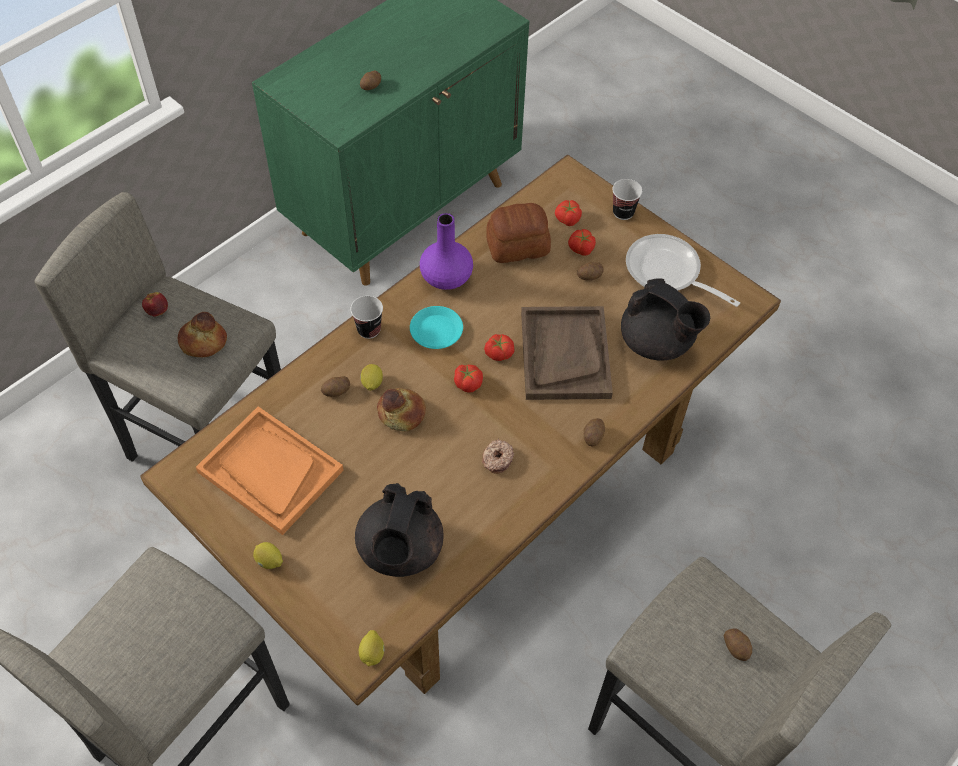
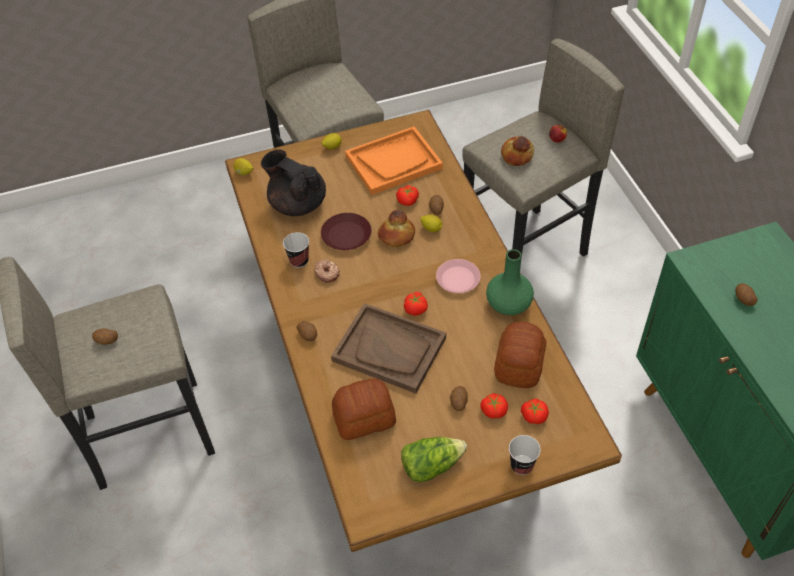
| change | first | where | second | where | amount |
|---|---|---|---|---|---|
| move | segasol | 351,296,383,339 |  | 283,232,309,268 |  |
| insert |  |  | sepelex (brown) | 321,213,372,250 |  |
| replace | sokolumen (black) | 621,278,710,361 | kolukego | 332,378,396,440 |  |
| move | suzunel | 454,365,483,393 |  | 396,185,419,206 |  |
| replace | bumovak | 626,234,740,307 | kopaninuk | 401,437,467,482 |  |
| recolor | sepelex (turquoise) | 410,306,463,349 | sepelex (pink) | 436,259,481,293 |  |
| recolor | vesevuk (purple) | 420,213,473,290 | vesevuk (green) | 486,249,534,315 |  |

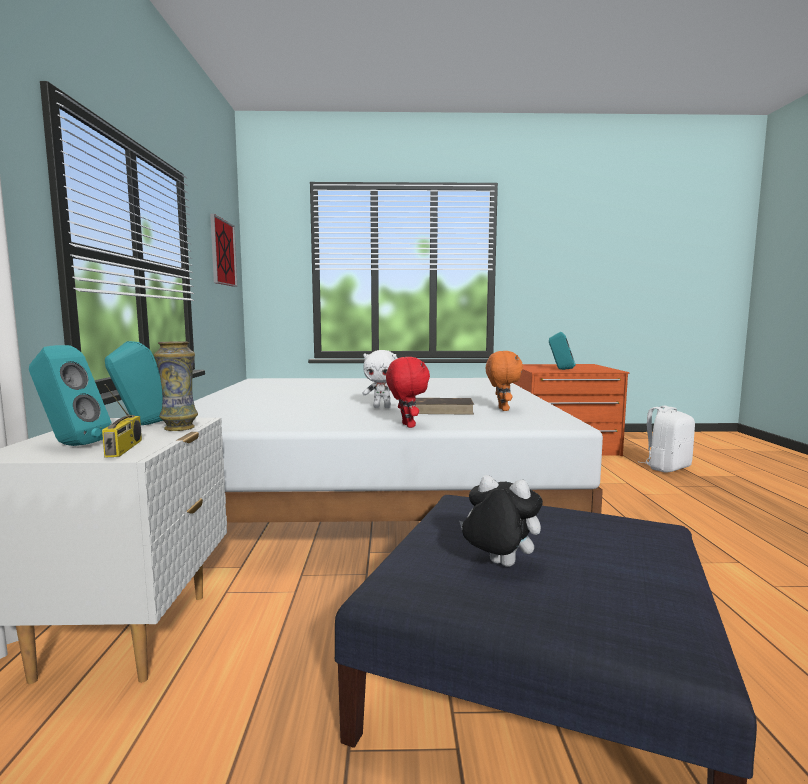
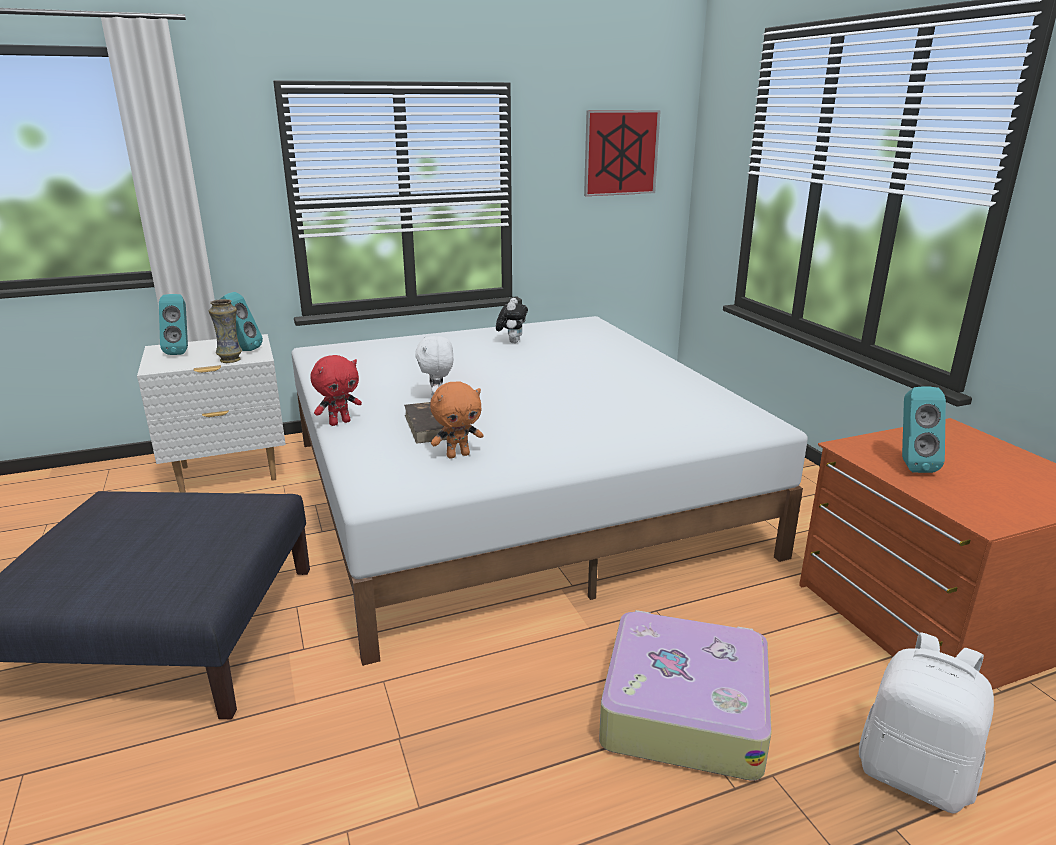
| change | first | where | second | where | amount |
|---|---|---|---|---|---|
| move | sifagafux | 459,475,543,567 |  | 496,298,528,343 |  |
| insert |  |  | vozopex | 599,610,772,781 |  |
| delete | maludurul | 102,384,142,458 |  |  |  |

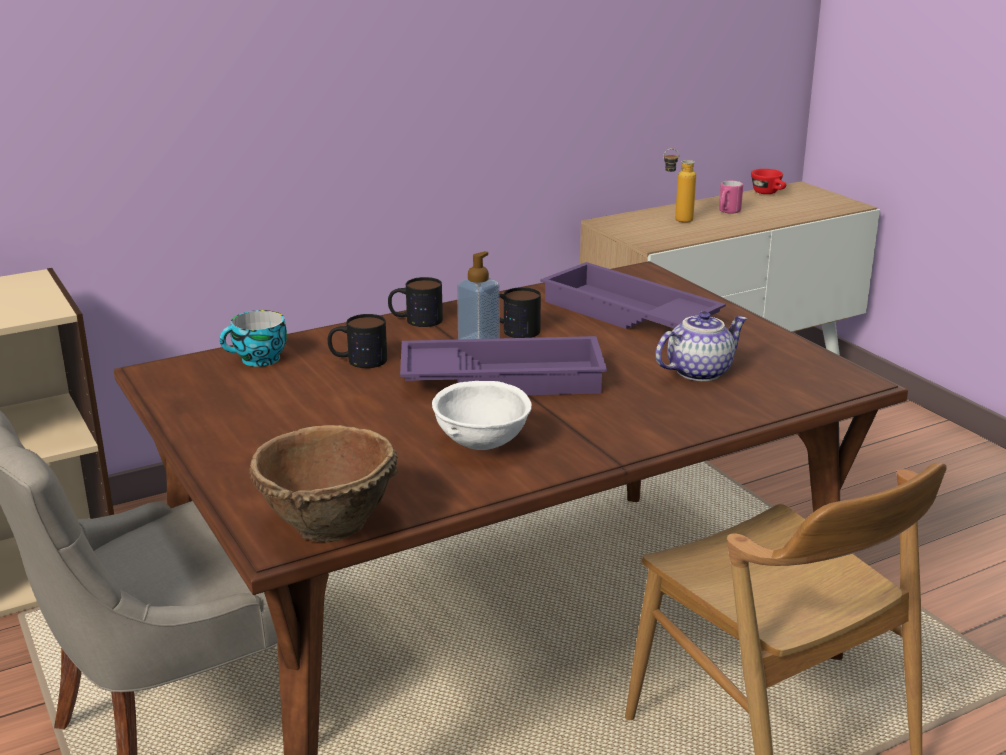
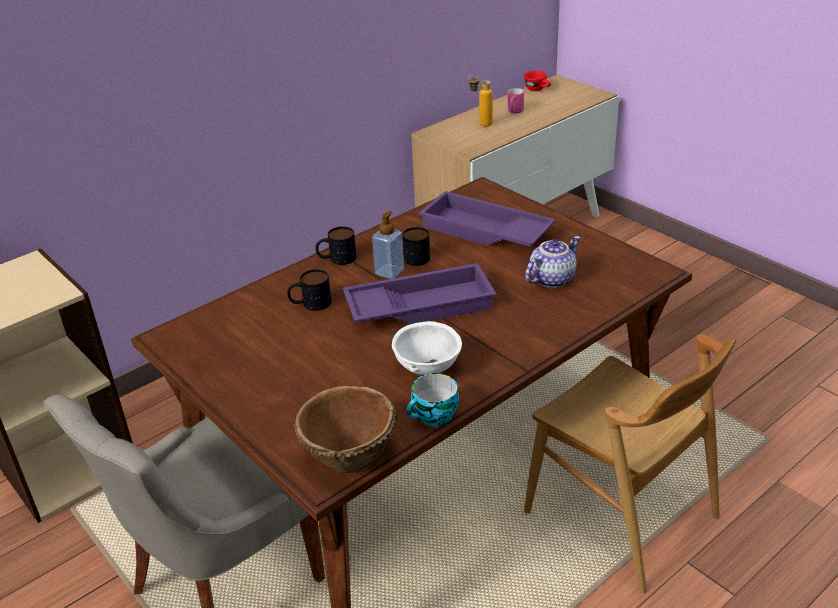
| change | first | where | second | where | amount |
|---|---|---|---|---|---|
| move | segasol | 220,310,287,367 |  | 406,373,459,427 |  |

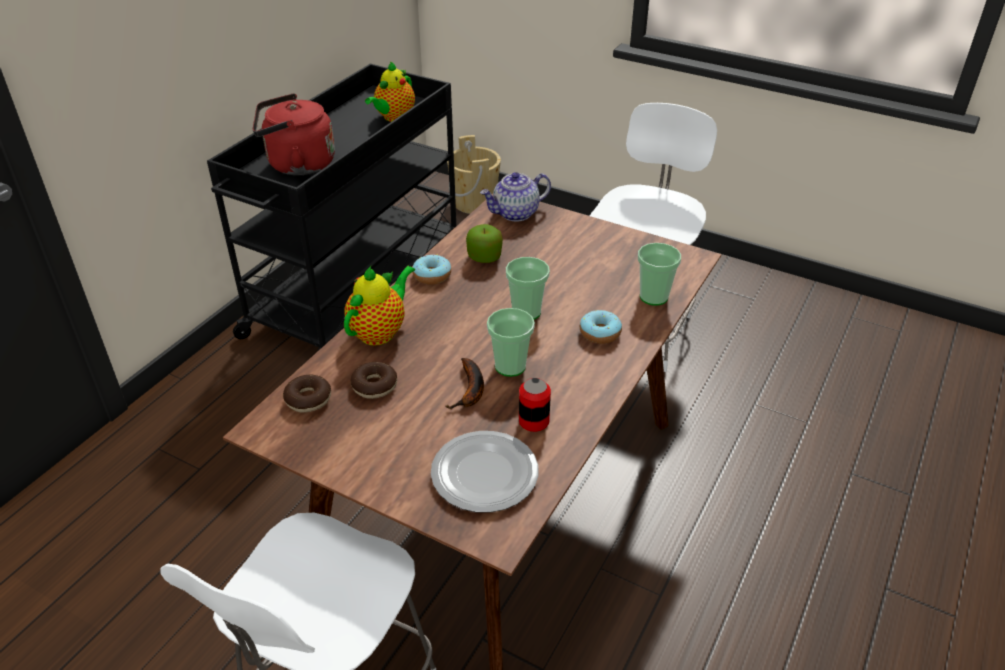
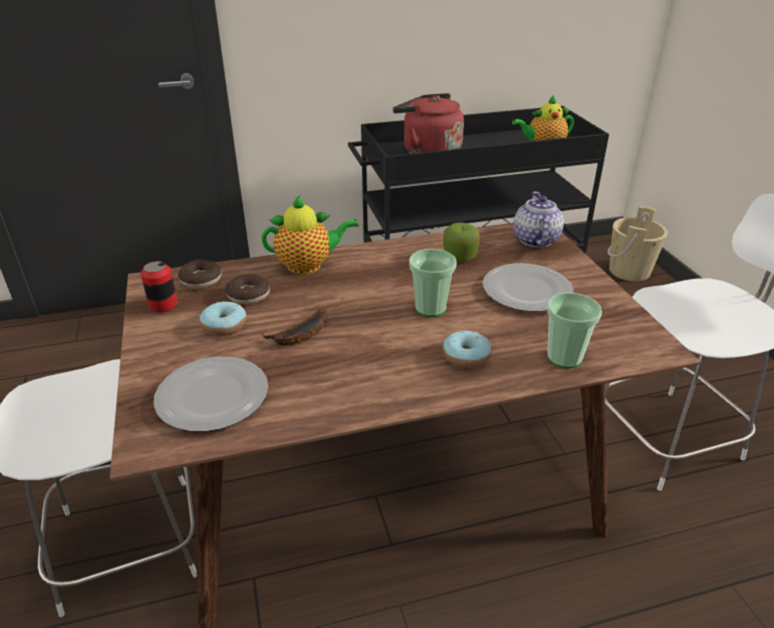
| change | first | where | second | where | amount |
|---|---|---|---|---|---|
| move | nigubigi | 519,378,551,432 |  | 141,261,178,312 |  |
| move | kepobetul | 413,255,451,285 |  | 200,301,246,336 |  |
| insert |  |  | sepelex | 482,263,574,312 |  |
| rotate | sokolumen | 480,172,551,222 |  | 514,192,564,248 | 75 degrees clockwise |
| delete | segasol | 487,308,535,377 |  |  |  |

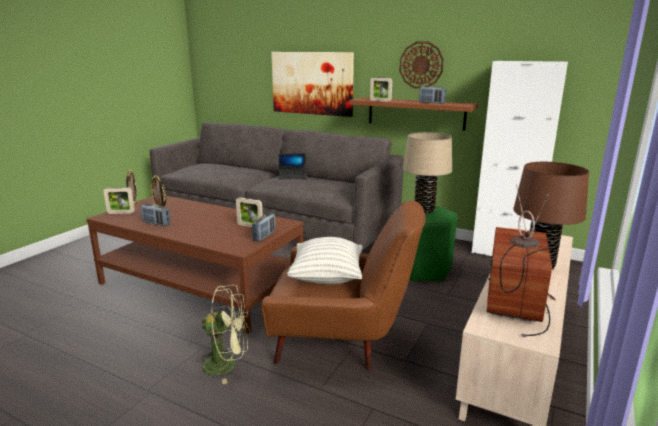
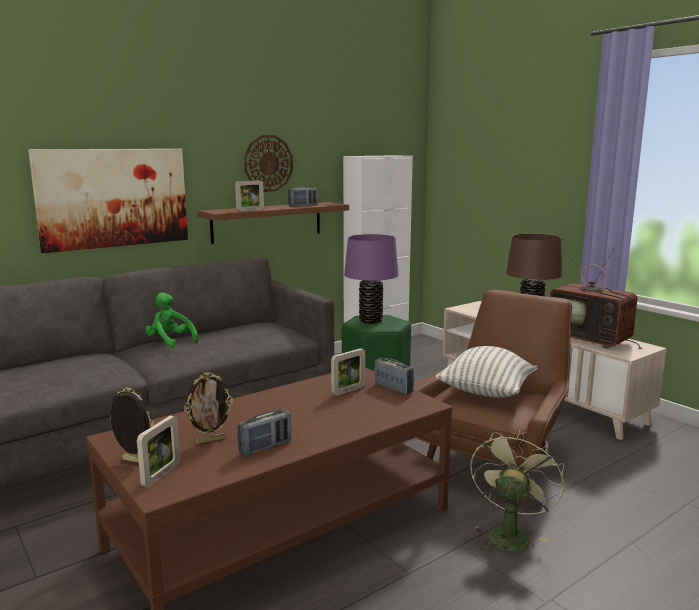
| change | first | where | second | where | amount |
|---|---|---|---|---|---|
| replace | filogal | 279,153,307,179 | sifagafux (green) | 145,292,198,348 |  |
| recolor | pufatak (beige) | 403,132,452,213 | pufatak (purple) | 344,234,398,324 |  |

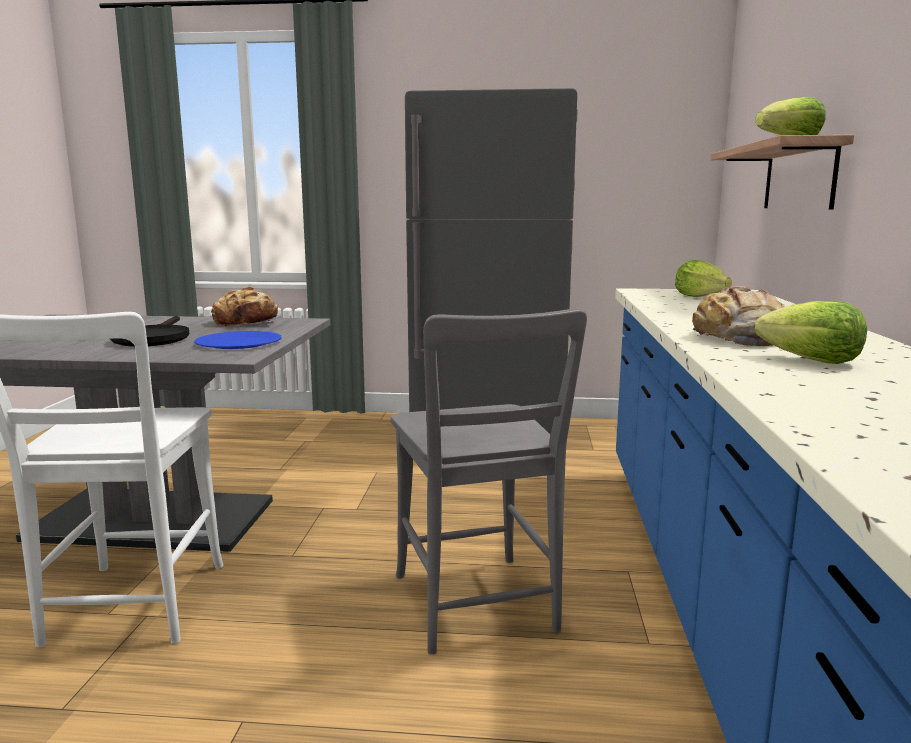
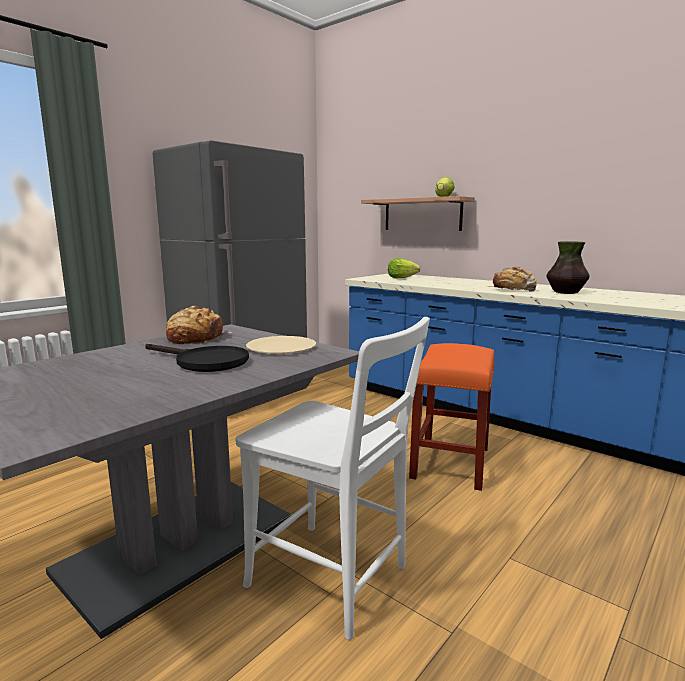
| change | first | where | second | where | amount |
|---|---|---|---|---|---|
| recolor | sepelex (blue) | 194,331,282,349 | sepelex (beige) | 246,336,316,354 |  |
| replace | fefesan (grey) | 391,309,587,655 | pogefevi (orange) | 409,343,495,491 |  |
| replace | kopaninuk | 755,301,867,364 | vesevuk | 547,241,590,294 |  |

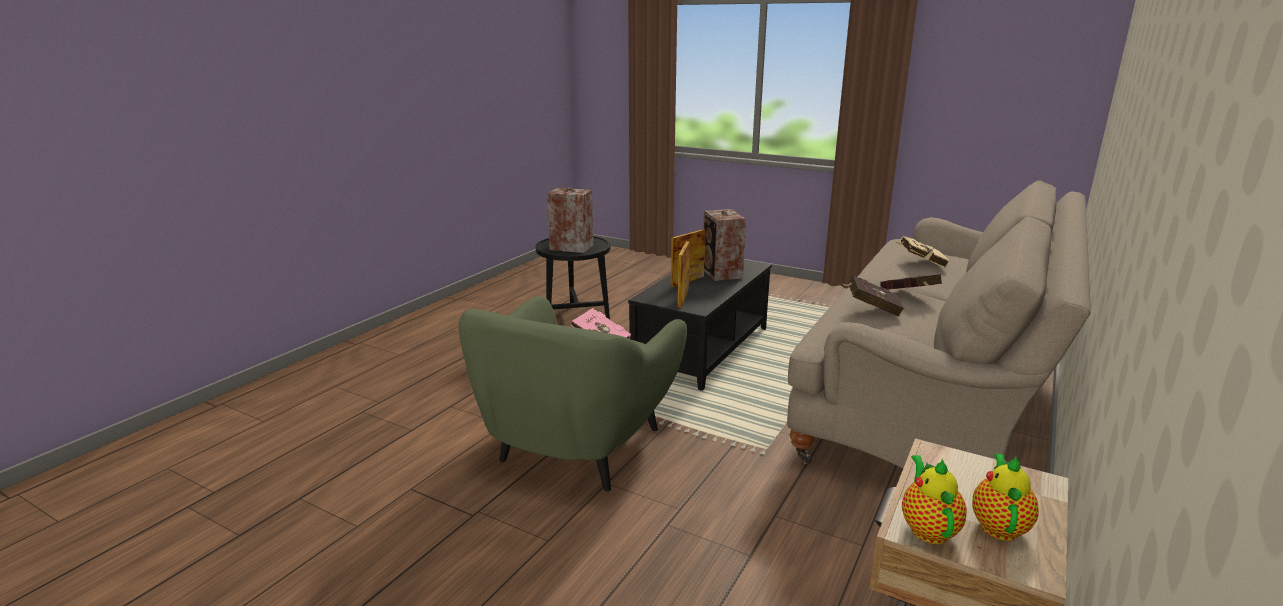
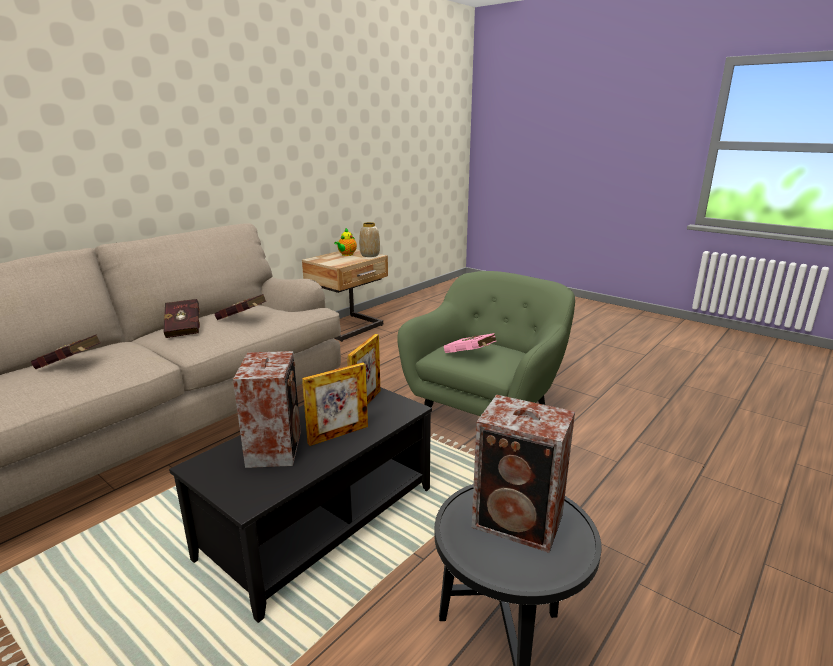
| change | first | where | second | where | amount |
|---|---|---|---|---|---|
| recolor | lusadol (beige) | 898,236,949,267 | lusadol (red) | 31,335,101,369 |  |
| replace | sokolumen | 902,455,967,544 | vesevuk | 359,222,380,257 |  |

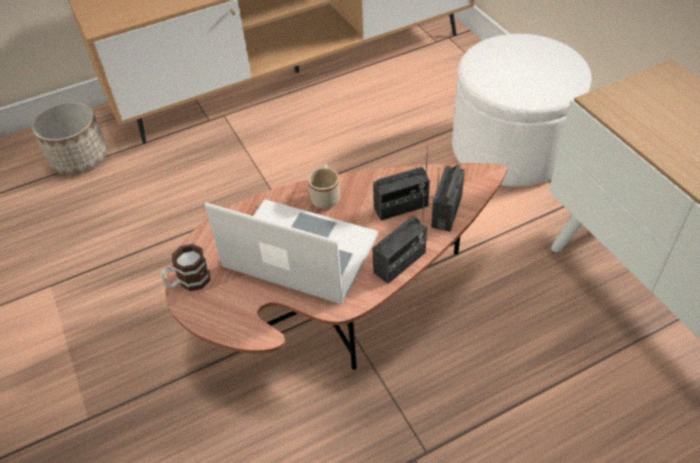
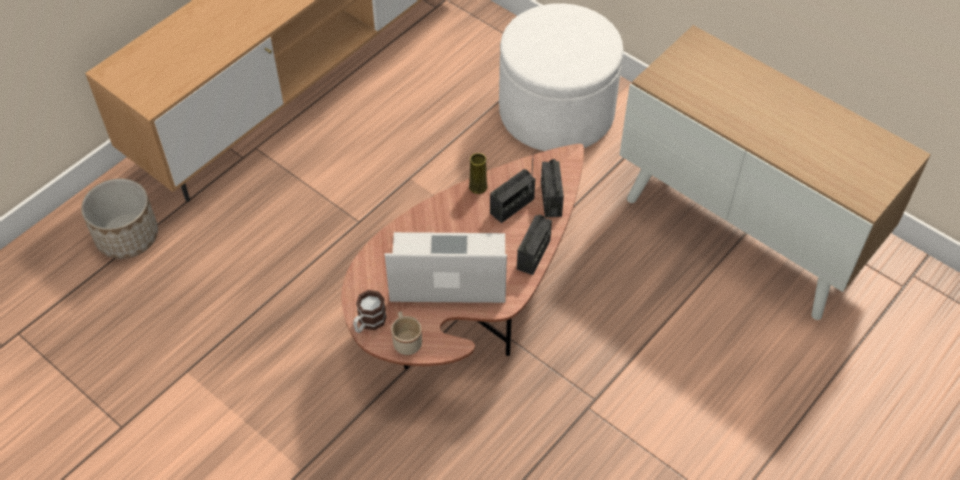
| change | first | where | second | where | amount |
|---|---|---|---|---|---|
| move | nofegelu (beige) | 308,164,340,209 |  | 391,311,422,355 |  |
| insert |  |  | vesevuk (yellow) | 469,153,487,194 |  |

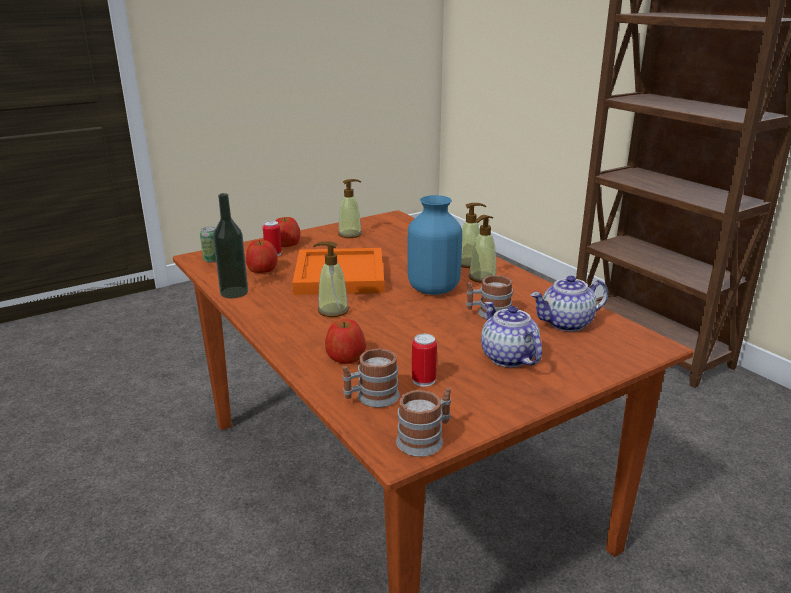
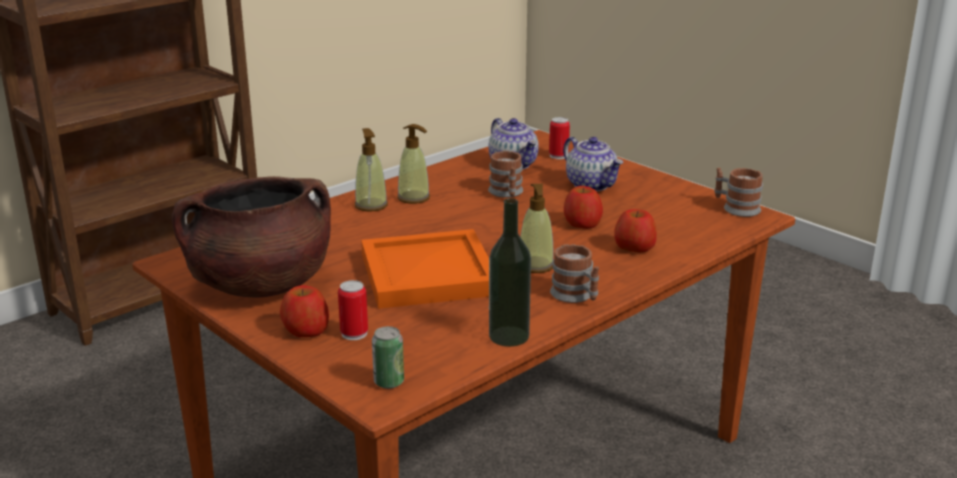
| change | first | where | second | where | amount |
|---|---|---|---|---|---|
| replace | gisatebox | 338,179,362,238 | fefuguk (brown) | 172,176,331,298 |  |
| move | nigubigi | 412,334,437,387 |  | 549,117,570,159 |  |
| move | nofegelu | 342,348,400,408 |  | 550,244,599,303 |  |
| rotate | sokolumen | 481,302,542,367 |  | 563,137,623,191 | 90 degrees counterclockwise |
| move | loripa | 246,240,278,273 |  | 564,186,603,229 |  |
| delete | vesevuk (blue) | 407,195,462,295 |  |  |  |

